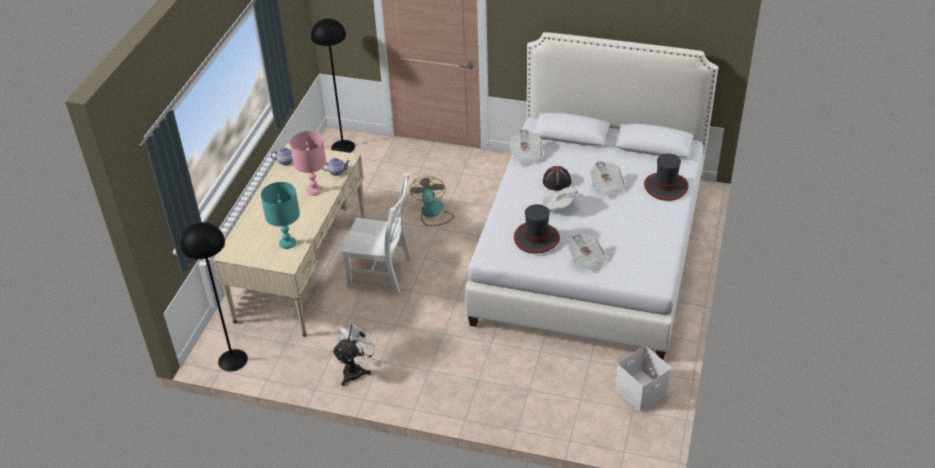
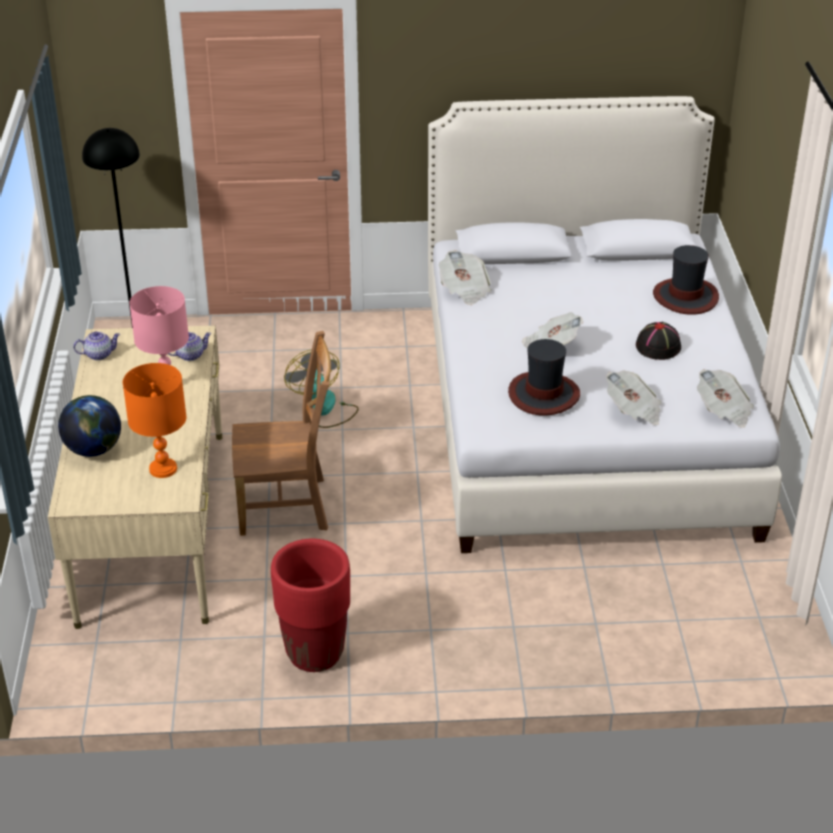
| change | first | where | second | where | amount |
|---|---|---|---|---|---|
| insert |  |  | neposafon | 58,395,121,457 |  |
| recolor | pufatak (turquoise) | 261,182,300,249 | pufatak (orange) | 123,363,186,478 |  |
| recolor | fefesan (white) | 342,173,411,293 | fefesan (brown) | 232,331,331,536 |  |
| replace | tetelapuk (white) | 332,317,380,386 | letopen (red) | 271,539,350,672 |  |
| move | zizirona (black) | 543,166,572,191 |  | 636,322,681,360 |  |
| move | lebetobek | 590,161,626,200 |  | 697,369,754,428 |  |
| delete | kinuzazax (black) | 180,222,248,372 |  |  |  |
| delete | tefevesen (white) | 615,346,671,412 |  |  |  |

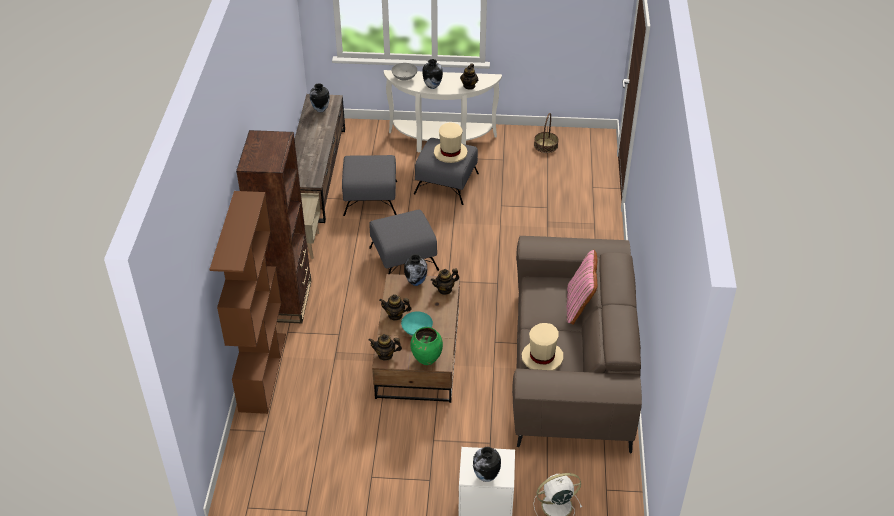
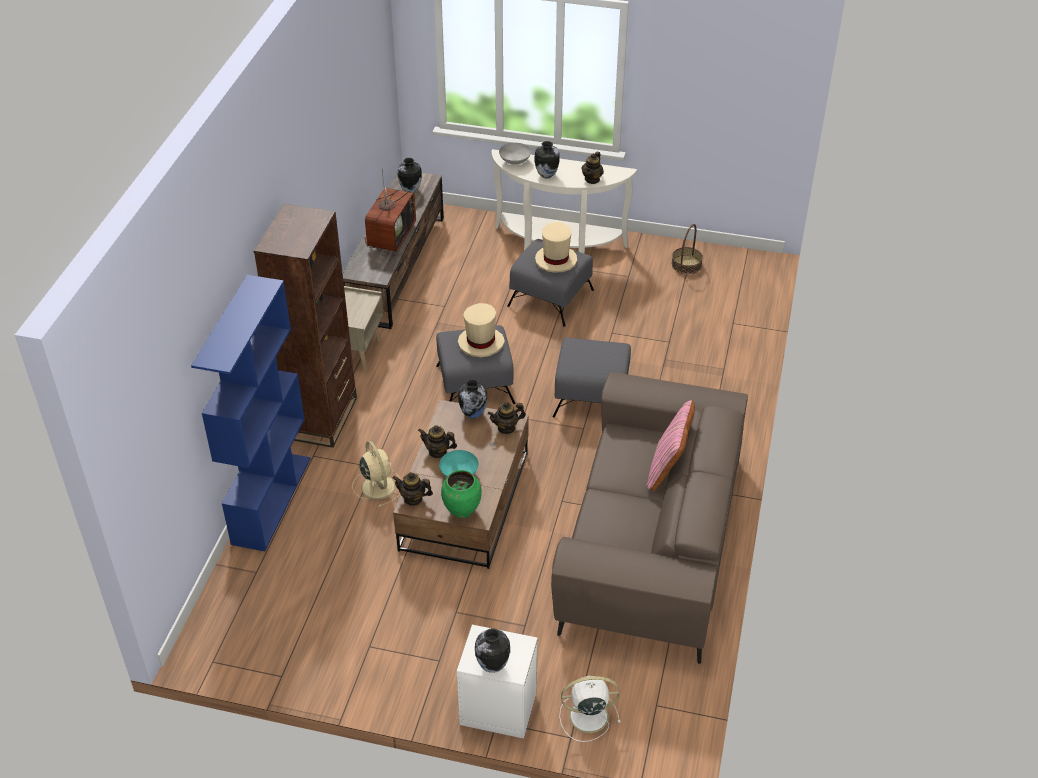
| change | first | where | second | where | amount |
|---|---|---|---|---|---|
| recolor | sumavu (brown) | 210,191,286,414 | sumavu (blue) | 191,275,310,551 |  |
| insert |  |  | tetelapuk (beige) | 352,441,401,507 |  |
| insert |  |  | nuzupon | 365,168,416,252 |  |
| move | zizirona (beige) | 522,323,563,370 |  | 458,303,505,357 |  |
| move | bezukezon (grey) | 342,155,397,216 |  | 552,337,631,417 |  |

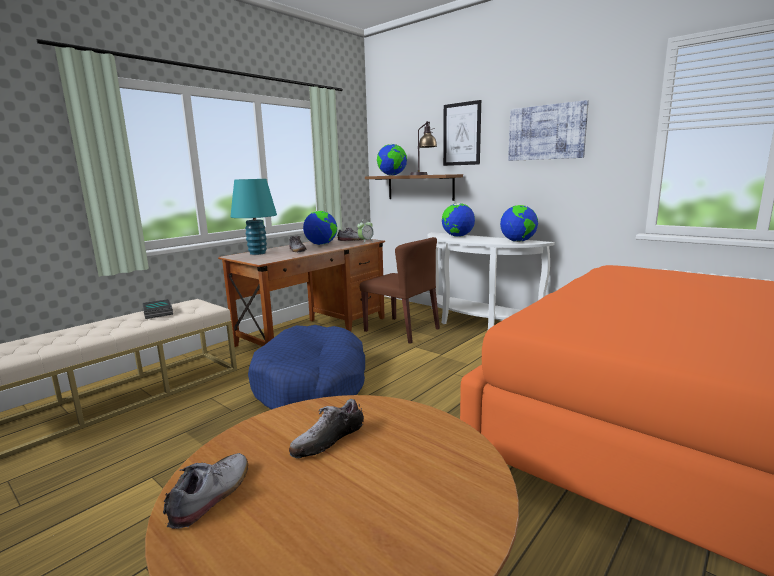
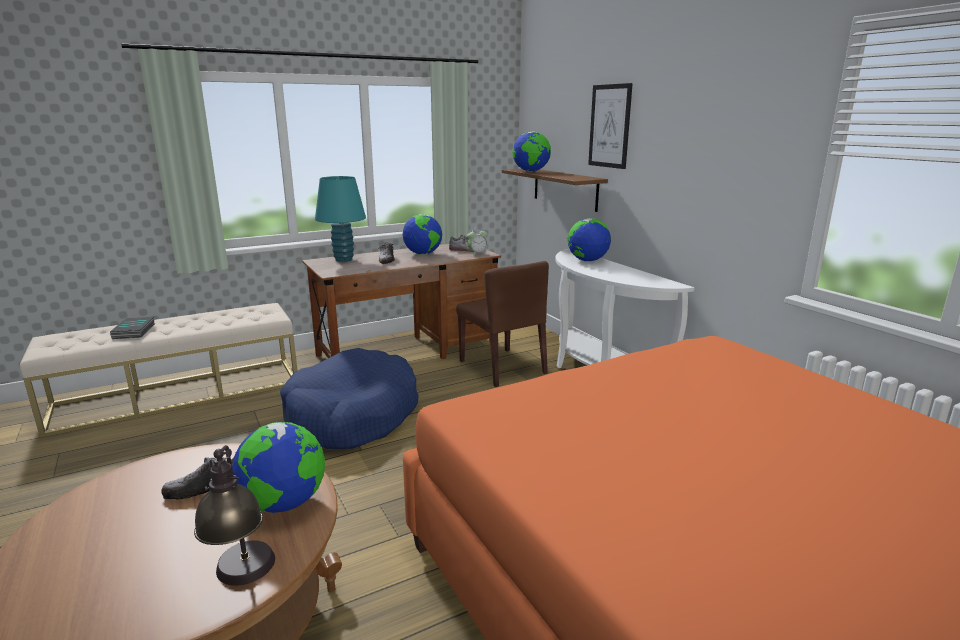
| change | first | where | second | where | amount |
|---|---|---|---|---|---|
| move | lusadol | 142,299,173,319 |  | 110,317,155,339 |  |
| move | pufatak | 410,121,437,175 |  | 194,445,275,586 |  |
| move | neposafon | 500,205,538,242 |  | 232,422,325,513 |  |
| delete | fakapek | 163,453,248,529 |  |  |  |
| delete | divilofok | 508,100,589,161 |  |  |  |

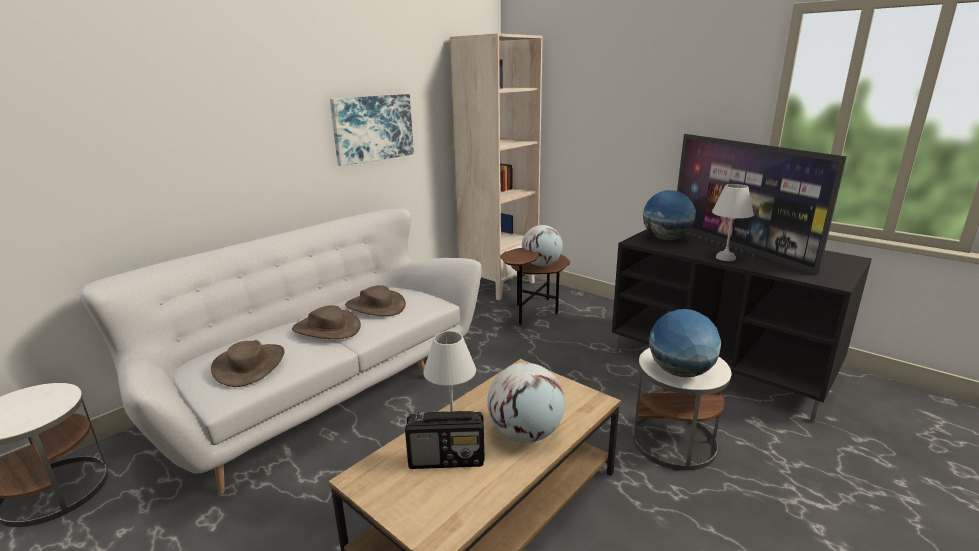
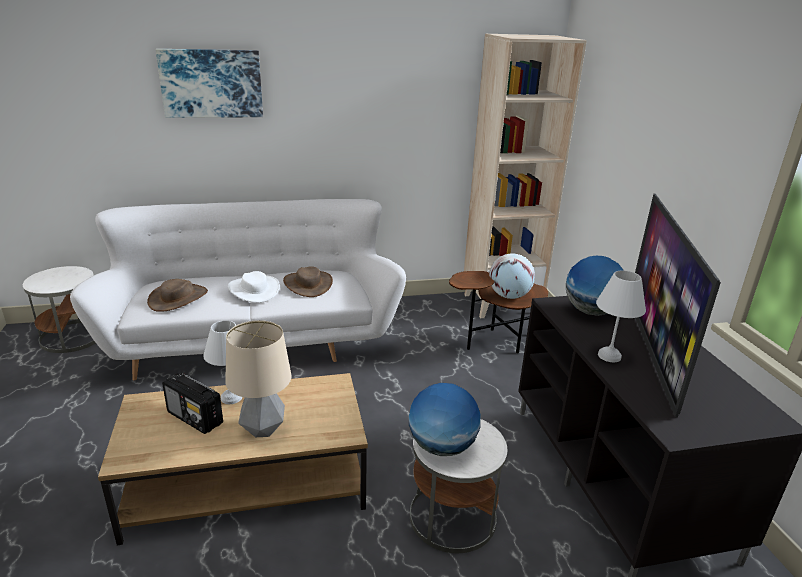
| change | first | where | second | where | amount |
|---|---|---|---|---|---|
| move | divilofok | 330,94,414,166 |  | 156,49,263,118 |  |
| replace | neposafon | 487,363,565,443 | pufatak | 225,320,292,437 |  |
| recolor | zizirona (brown) | 292,305,361,339 | zizirona (white) | 228,271,280,303 |  |

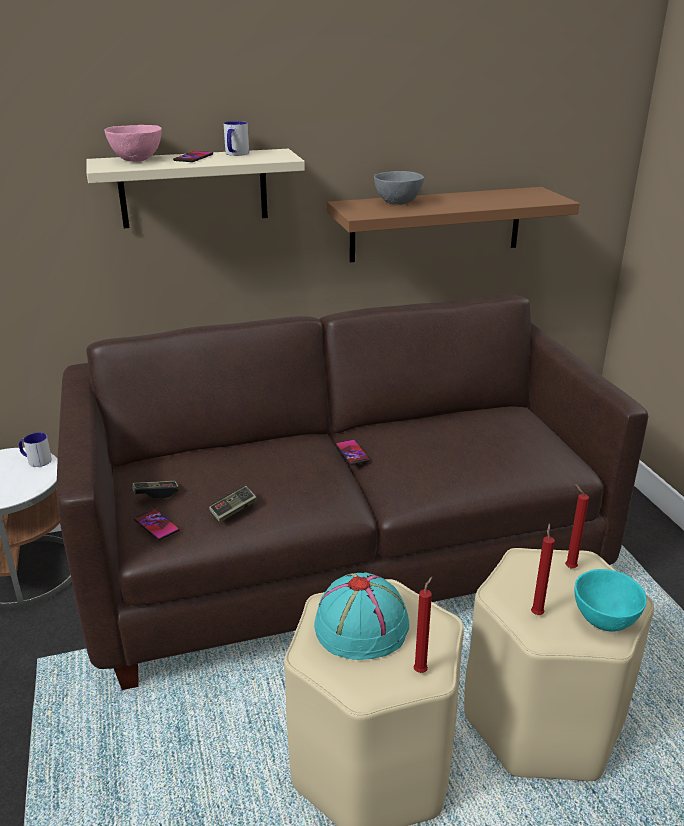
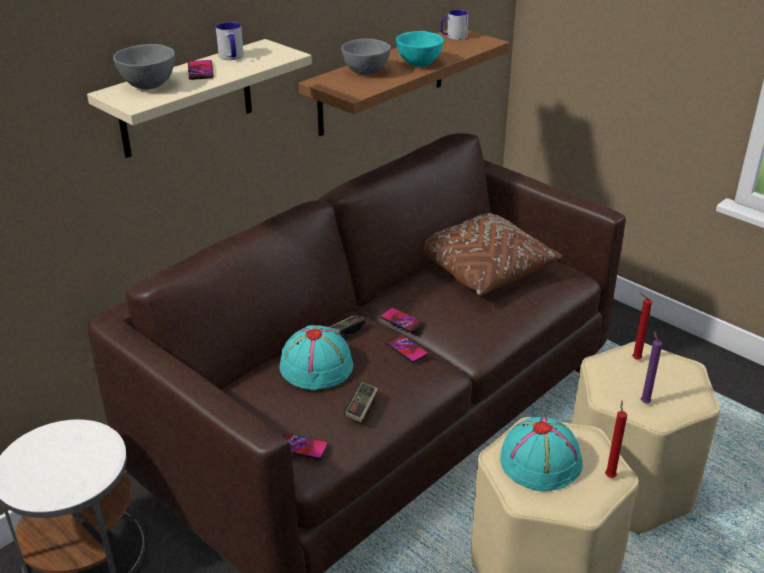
| change | first | where | second | where | amount |
|---|---|---|---|---|---|
| recolor | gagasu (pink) | 104,125,162,162 | gagasu (grey) | 113,44,175,89 |  |
| insert |  |  | zizirona (turquoise) | 280,325,353,390 |  |
| move | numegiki | 132,481,179,499 |  | 329,316,365,335 |  |
| insert |  |  | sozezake | 385,334,428,363 |  |
| move | gagasu (turquoise) | 575,569,647,632 |  | 396,31,444,67 |  |
| insert |  |  | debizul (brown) | 423,212,562,296 |  |
| move | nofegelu | 19,432,52,467 |  | 440,10,468,40 |  |
| recolor | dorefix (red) | 531,524,555,615 | dorefix (purple) | 641,330,662,403 |  |

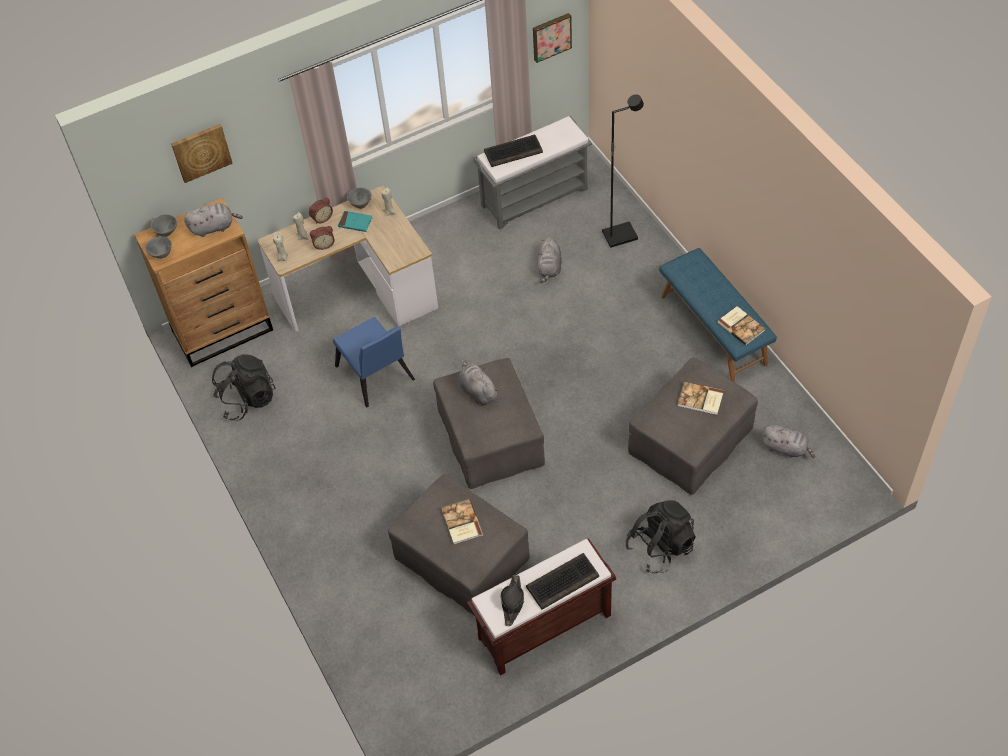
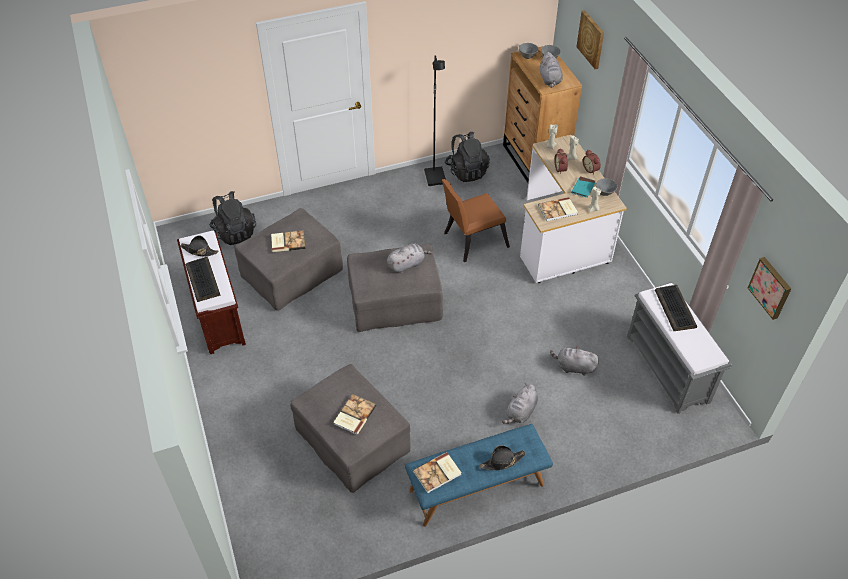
| change | first | where | second | where | amount |
|---|---|---|---|---|---|
| move | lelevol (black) | 625,500,696,573 |  | 209,191,256,245 |  |
| move | kinuzazax (black) | 602,94,644,248 |  | 424,56,446,186 |  |
| recolor | fefesan (blue) | 333,317,415,407 | fefesan (brown) | 442,179,510,262 |  |
| insert |  |  | zizirona (black) | 479,445,526,470 |  |
| move | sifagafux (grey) | 762,425,815,458 |  | 502,383,538,424 |  |
| insert |  |  | lusadol | 538,197,578,221 |  |

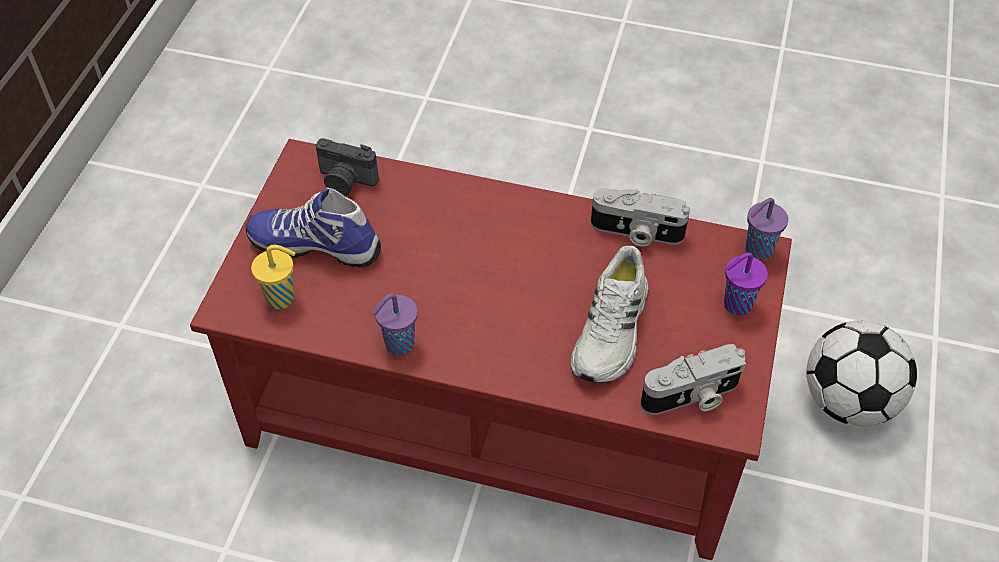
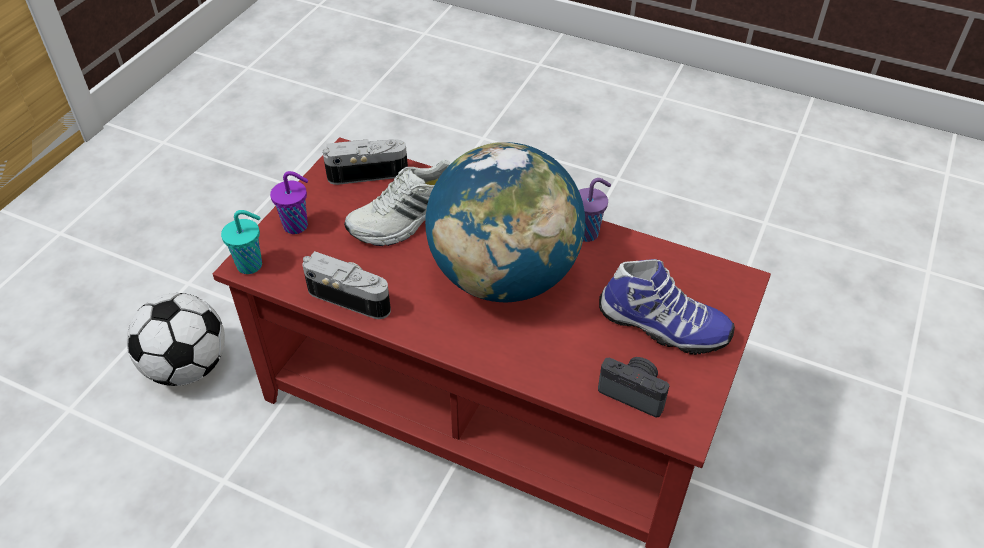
| change | first | where | second | where | amount |
|---|---|---|---|---|---|
| recolor | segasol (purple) | 745,198,788,261 | segasol (turquoise) | 221,210,262,274 |  |
| rotate | fakapek (white) | 571,246,648,383 |  | 344,159,452,246 | 150 degrees counterclockwise |
| insert |  |  | neposafon | 425,142,585,302 |  |
| delete | segasol (yellow) | 251,245,295,309 |  |  |  |

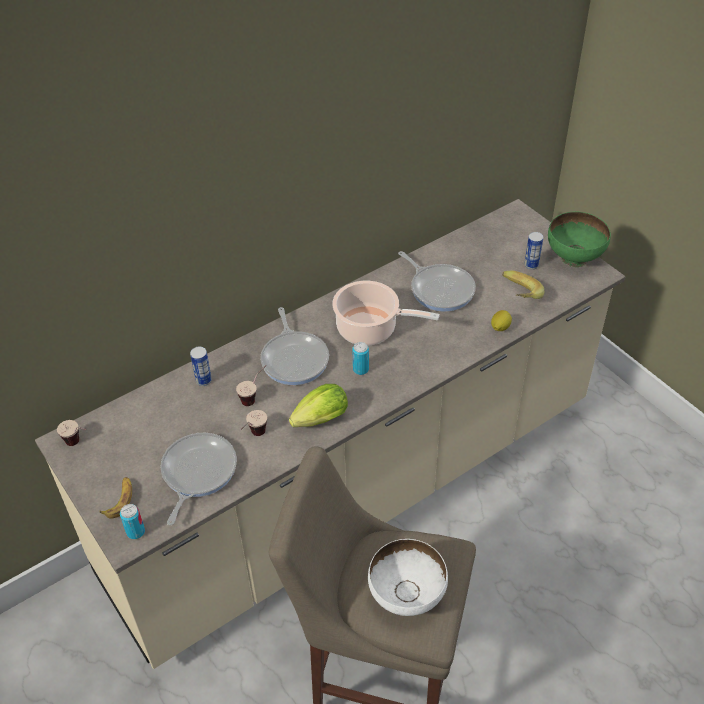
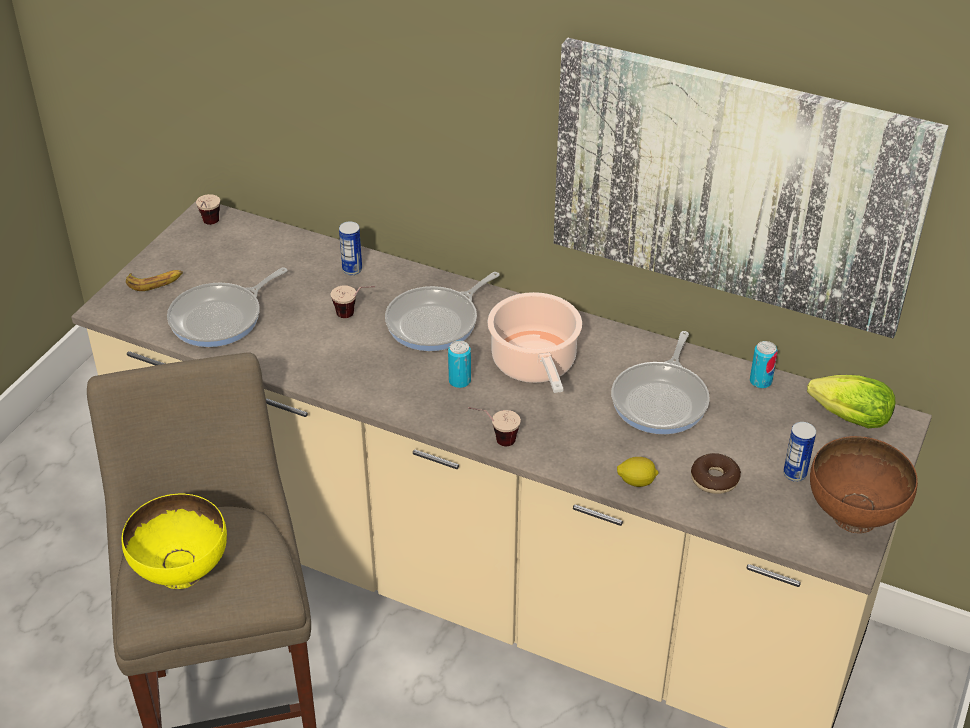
| change | first | where | second | where | amount |
|---|---|---|---|---|---|
| recolor | gagasu (white) | 368,539,448,616 | gagasu (yellow) | 122,494,227,589 |  |
| rotate | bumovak | 161,433,237,525 |  | 167,267,287,347 | 150 degrees clockwise |
| move | segasol | 241,410,267,436 |  | 468,407,521,446 |  |
| insert |  |  | divilofok | 553,38,949,339 |  |
| replace | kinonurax | 502,270,544,299 | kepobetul | 691,453,741,494 |  |
| move | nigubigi | 120,504,145,539 |  | 750,341,778,389 |  |
| move | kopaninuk | 289,384,348,427 |  | 807,375,896,428 |  |
| recolor | gagasu (green) | 548,212,611,267 | gagasu (brown) | 810,436,918,533 |  |

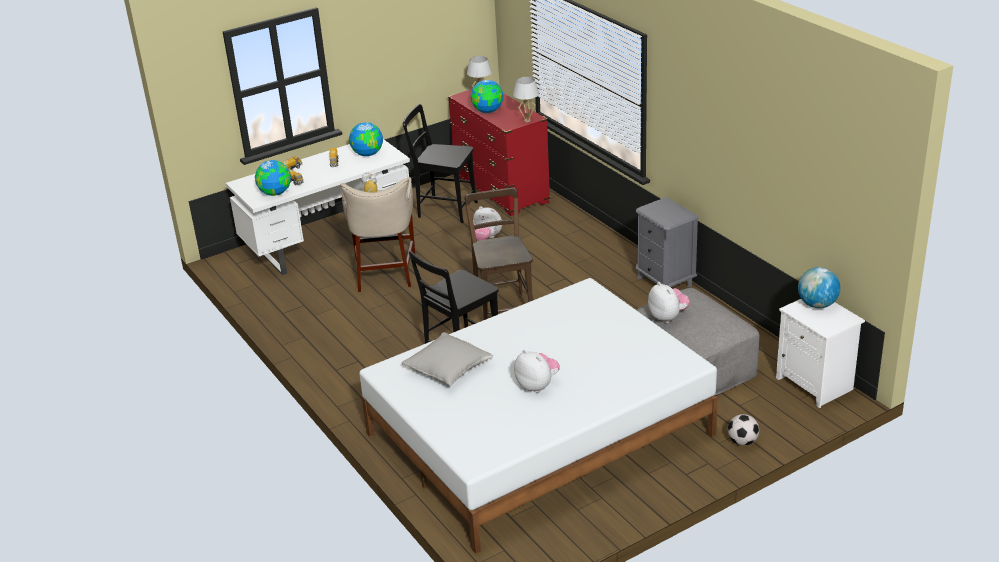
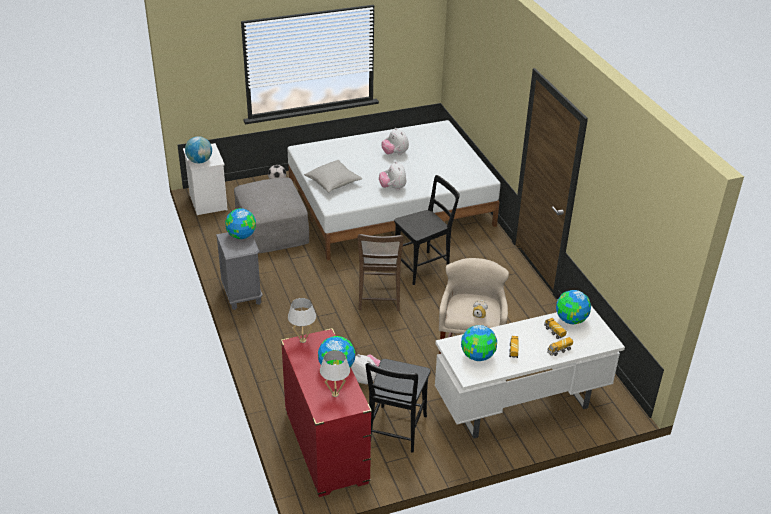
| change | first | where | second | where | amount |
|---|---|---|---|---|---|
| insert |  |  | neposafon | 225,208,256,239 |  |
| move | debizul (grey) | 401,332,493,386 |  | 304,160,362,193 |  |
| rotate | fefesan (black) | 403,104,478,223 |  | 366,359,431,452 | 75 degrees clockwise |
| move | sifagafux | 648,282,690,323 |  | 379,161,406,190 |  |

